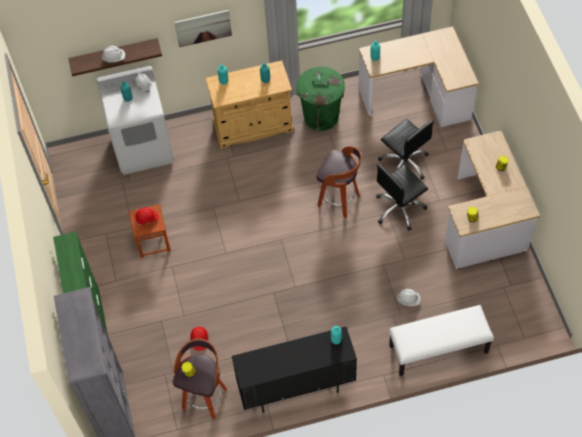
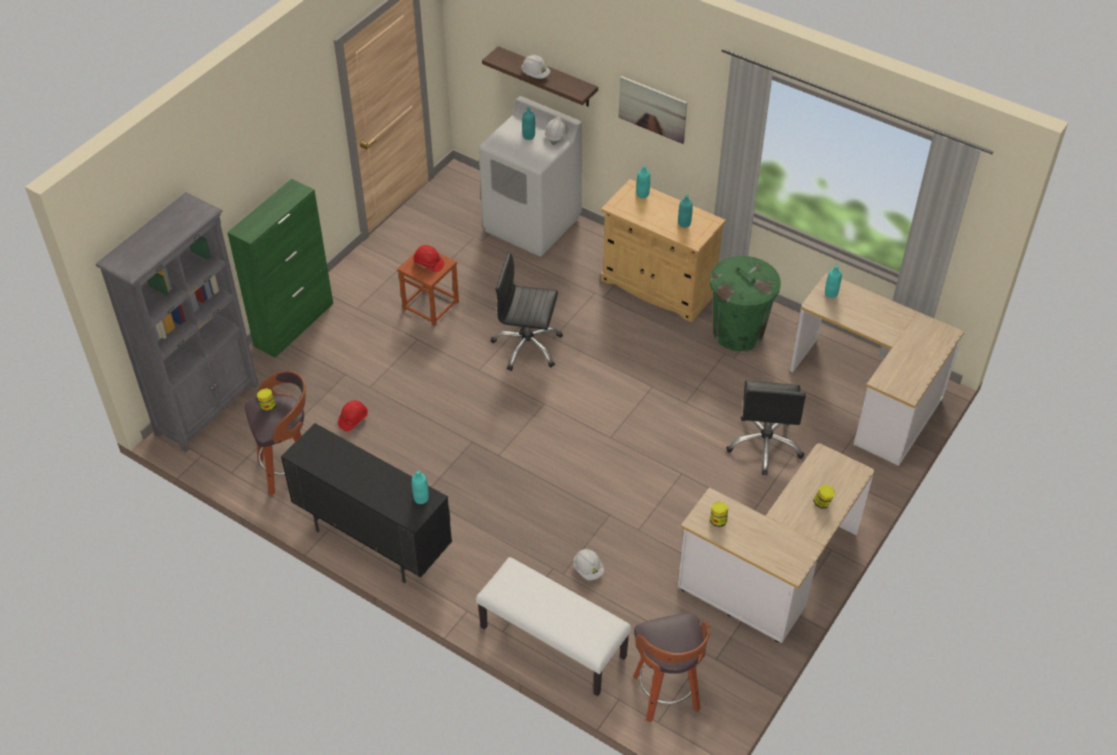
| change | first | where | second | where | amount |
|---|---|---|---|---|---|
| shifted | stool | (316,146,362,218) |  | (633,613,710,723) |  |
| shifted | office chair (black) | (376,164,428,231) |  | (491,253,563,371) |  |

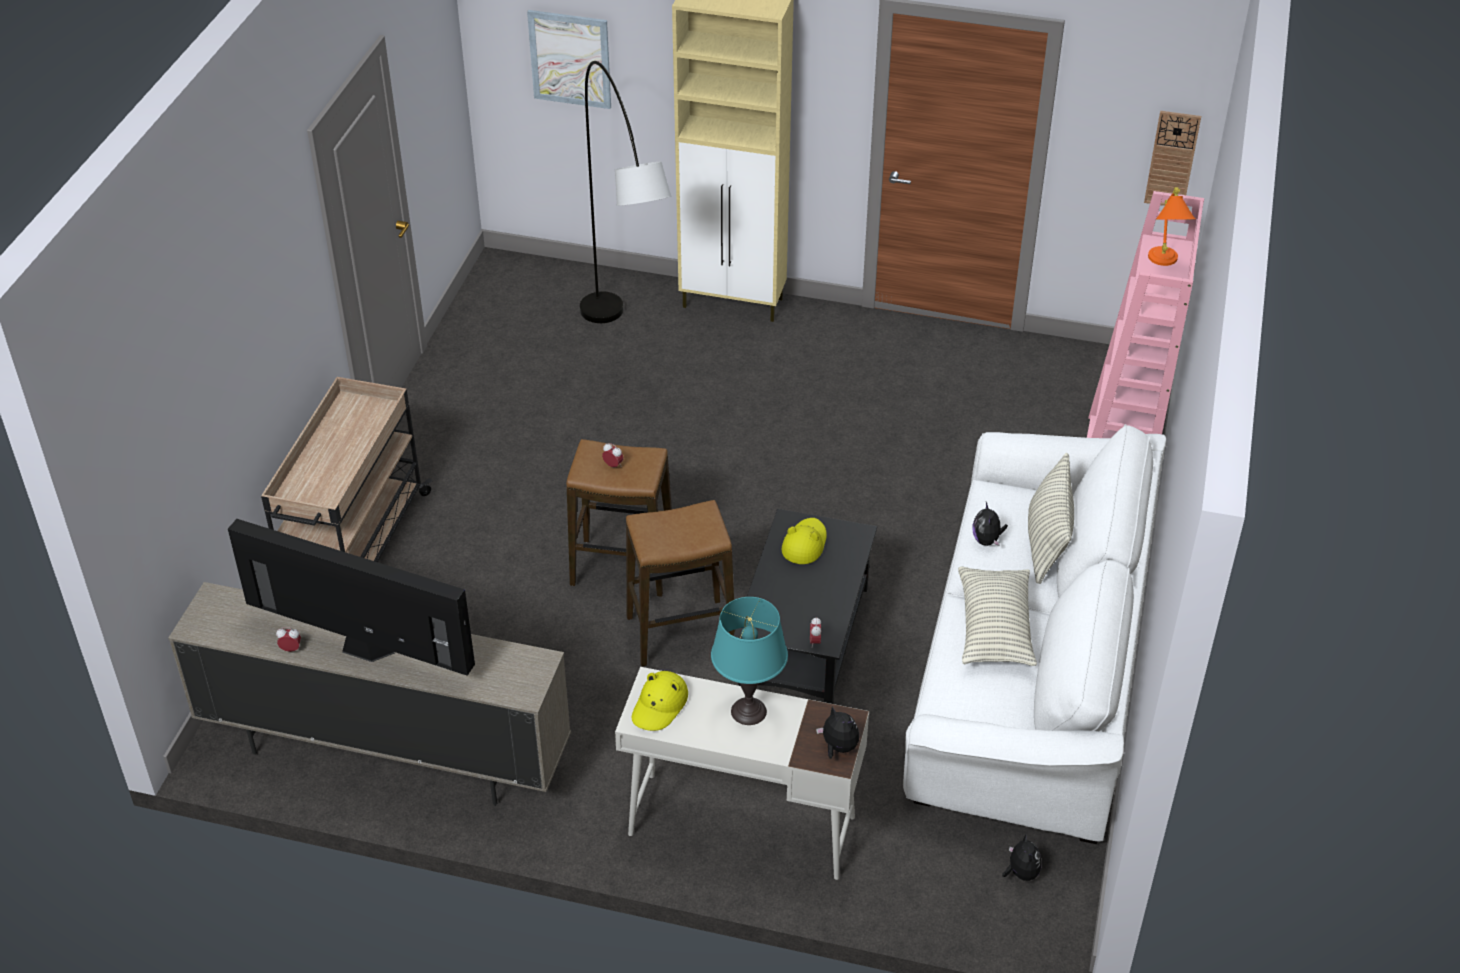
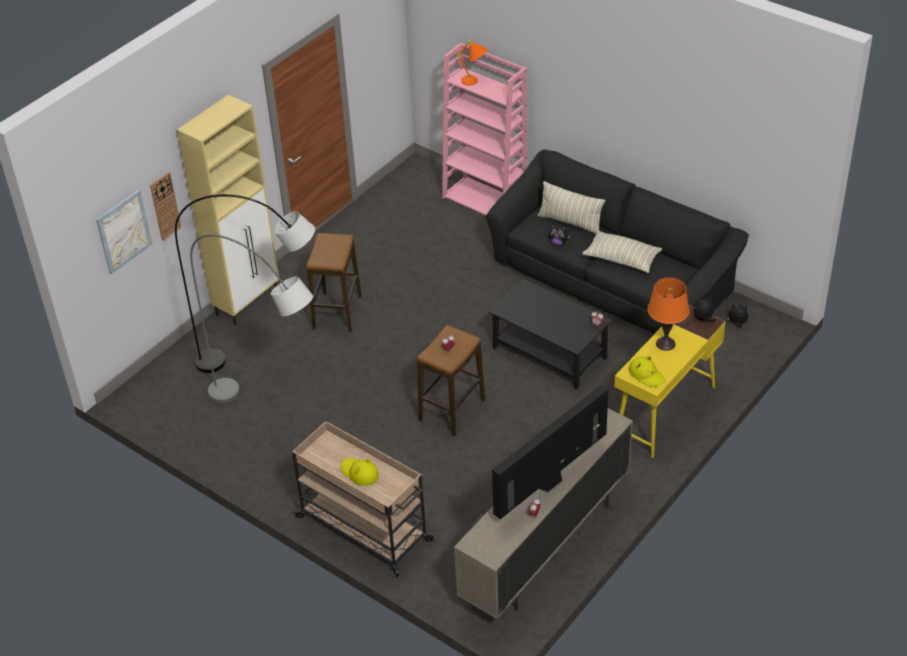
| change | first | where | second | where | amount |
|---|---|---|---|---|---|
| shifted | wall clock | (1144,111,1201,206) |  | (150,172,182,241) |  |
| repainted | sofa (white) | (903,424,1166,844) | sofa (black) | (486,149,749,334) |  |
| shifted | stool | (626,500,735,666) |  | (306,233,362,332) |  |
| shifted | hat (yellow) | (782,518,827,564) |  | (341,458,379,486) |  |
| repainted | table lamp (turquoise) | (711,597,788,725) | table lamp (orange) | (647,278,689,351) |  |
| repainted | desk (white) | (615,667,869,880) | desk (yellow) | (614,305,726,458) |  |
| new |  |  | floor lamp (grey) | (190,234,313,403) |  |

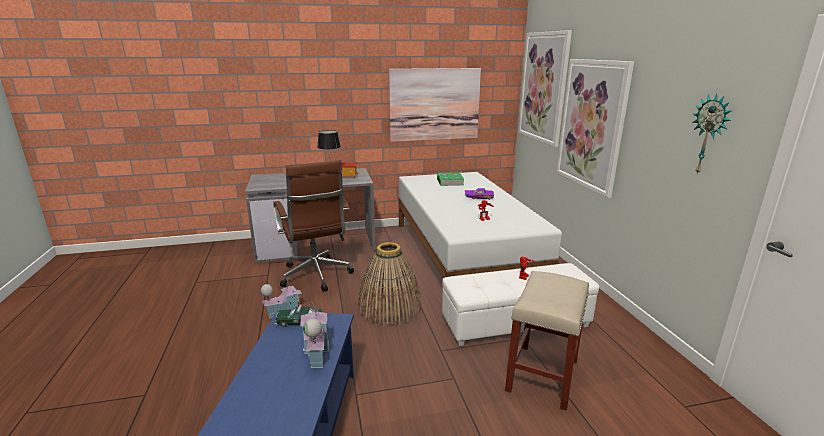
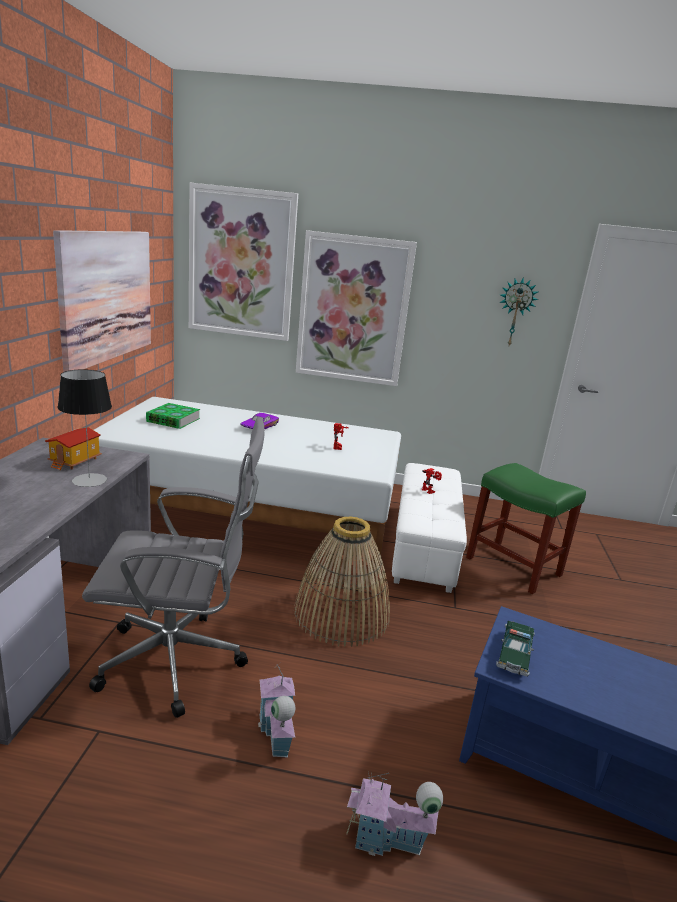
| change | first | where | second | where | amount |
|---|---|---|---|---|---|
| repainted | office chair (brown) | (273,160,354,292) | office chair (grey) | (82,417,264,718) |  |
| repainted | stool (beige) | (505,271,589,410) | stool (green) | (466,463,586,594) |  |
| shifted | toy house | (300,299,329,368) |  | (346,772,443,856) |  |

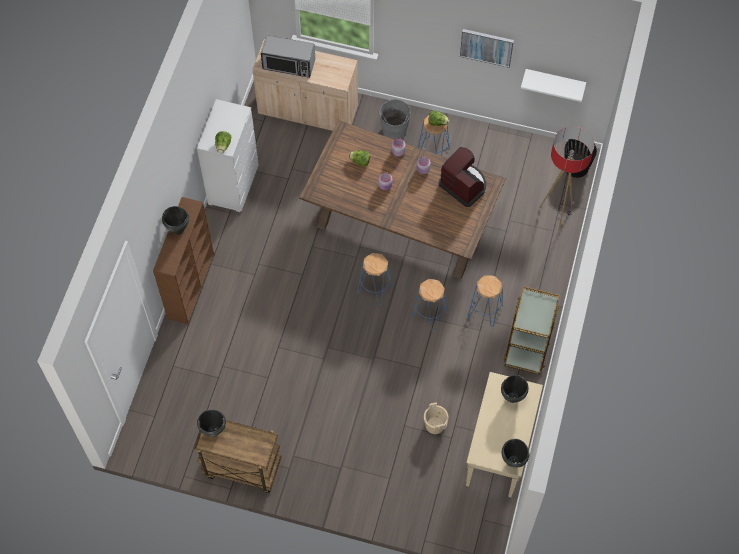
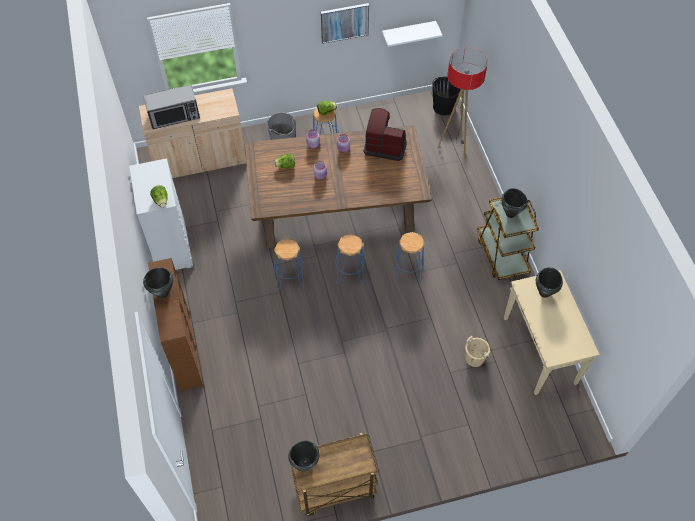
| change | first | where | second | where | amount |
|---|---|---|---|---|---|
| shifted | stool (blue) | (468,275,503,327) |  | (274,239,304,290) |  |
| shifted | cooking pot (black) | (502,439,529,468) |  | (501,188,528,218) |  |

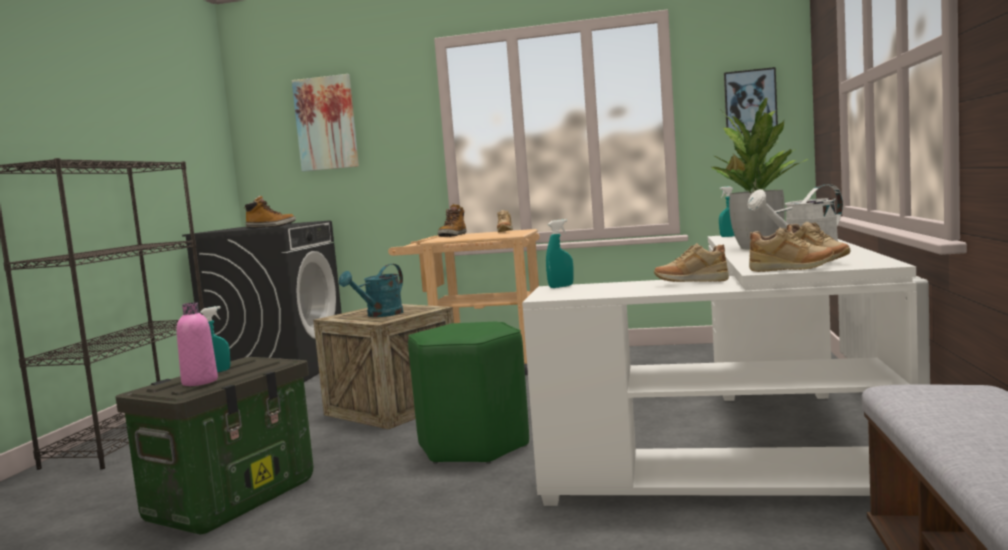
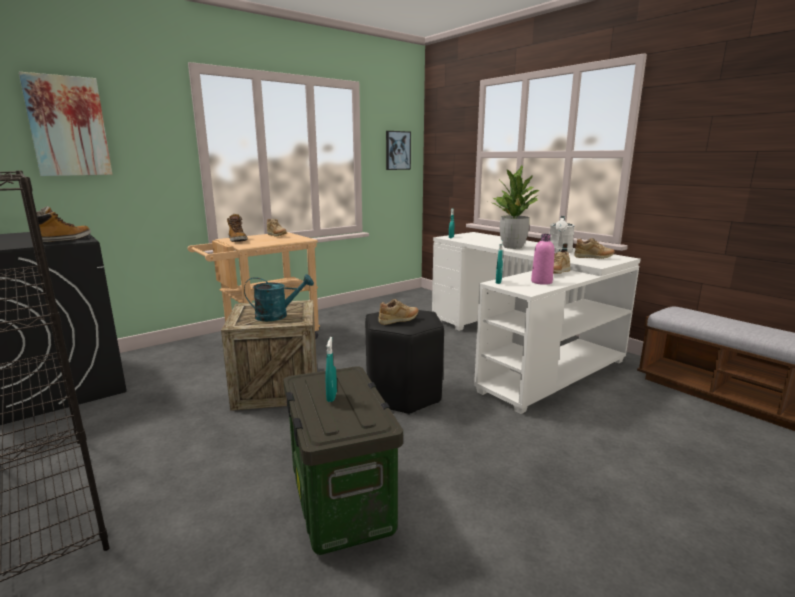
| change | first | where | second | where | amount |
|---|---|---|---|---|---|
| shifted | shoe (beige) | (749,228,834,272) |  | (378,299,418,325) |  |
| rotated | watering can (turquoise) | (339,264,403,317) |  | (244,274,314,321) | 90 degrees counterclockwise |
| shifted | bottle (pink) | (176,302,218,386) |  | (531,234,555,285) |  |
| repainted | stool (green) | (408,322,529,464) | stool (black) | (365,310,444,415) |  |

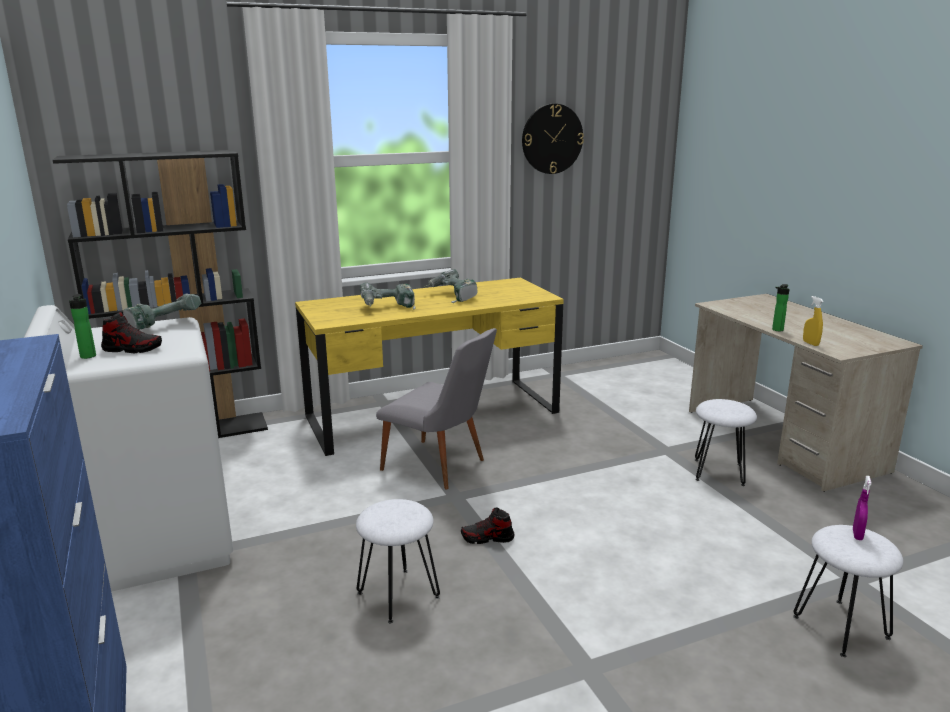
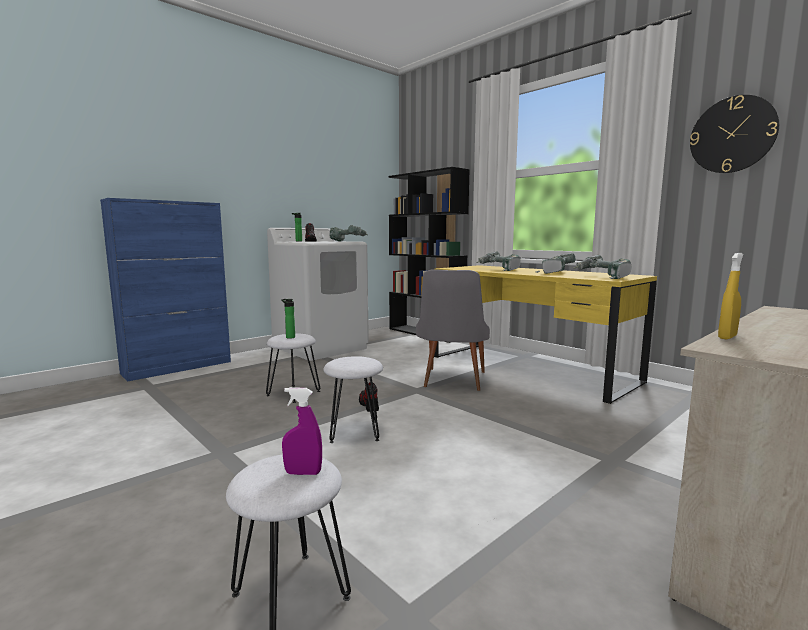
| change | first | where | second | where | amount |
|---|---|---|---|---|---|
| shifted | bottle | (772,284,789,331) |  | (281,299,295,339) |  |
| shifted | stool (white) | (695,399,757,486) |  | (323,356,383,443) |  |
| new |  |  | power drill | (574,255,631,279) |  |

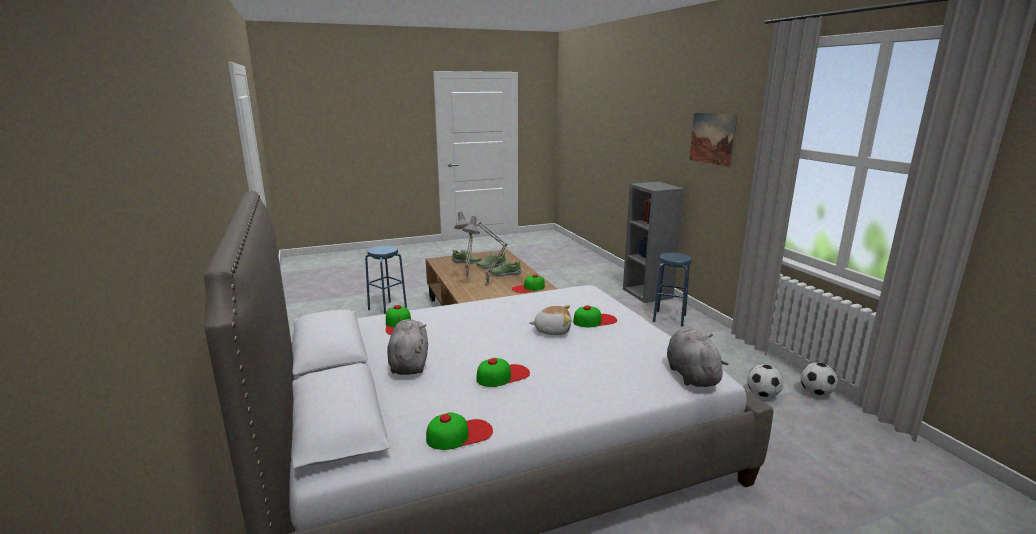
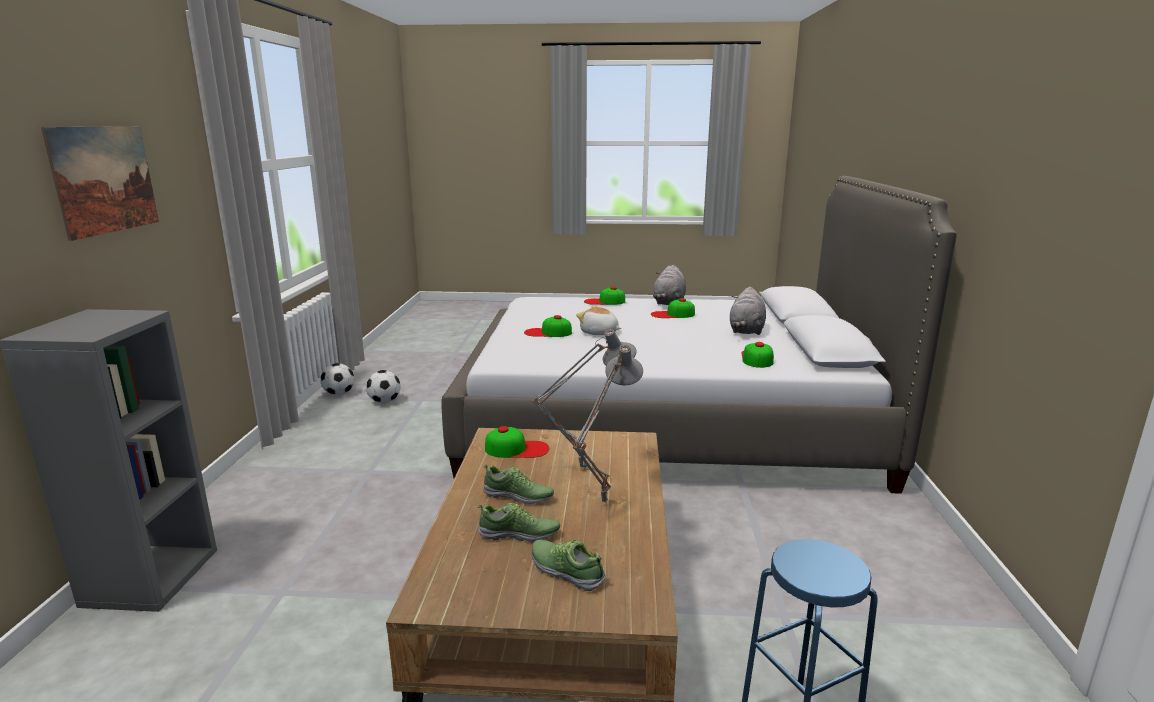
| change | first | where | second | where | amount |
|---|---|---|---|---|---|
| gone | stool (blue) | (653,253,692,327) |  |  |  |
| shifted | plush toy (grey) | (667,328,728,387) |  | (653,265,686,305) |  |
| shifted | cap | (426,412,493,450) |  | (584,286,625,305) |  |

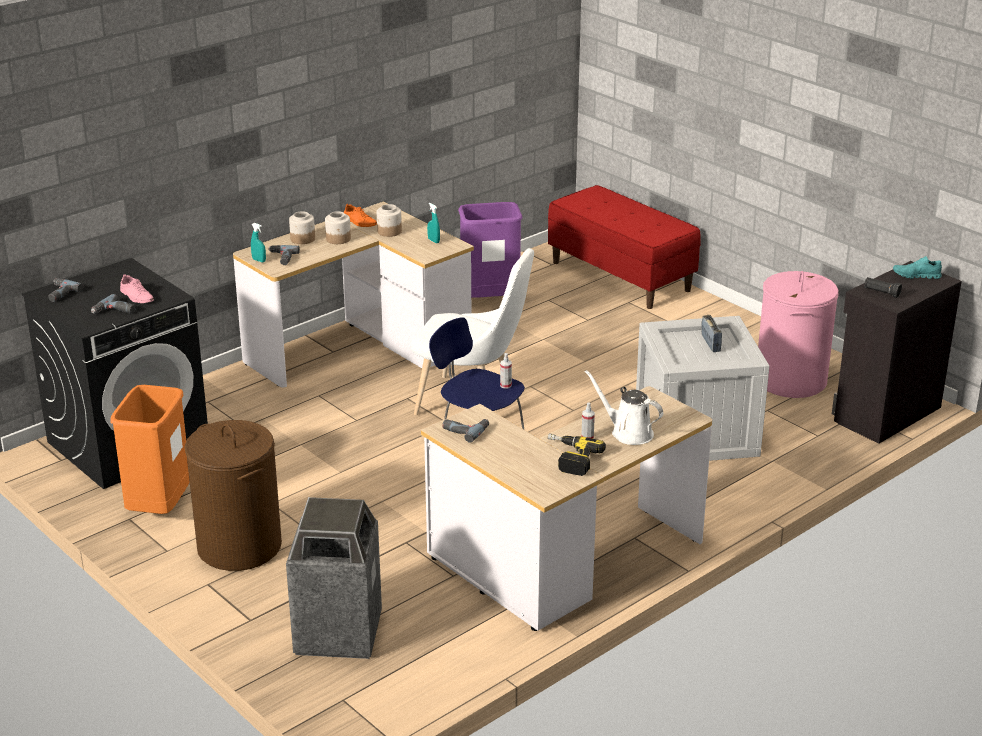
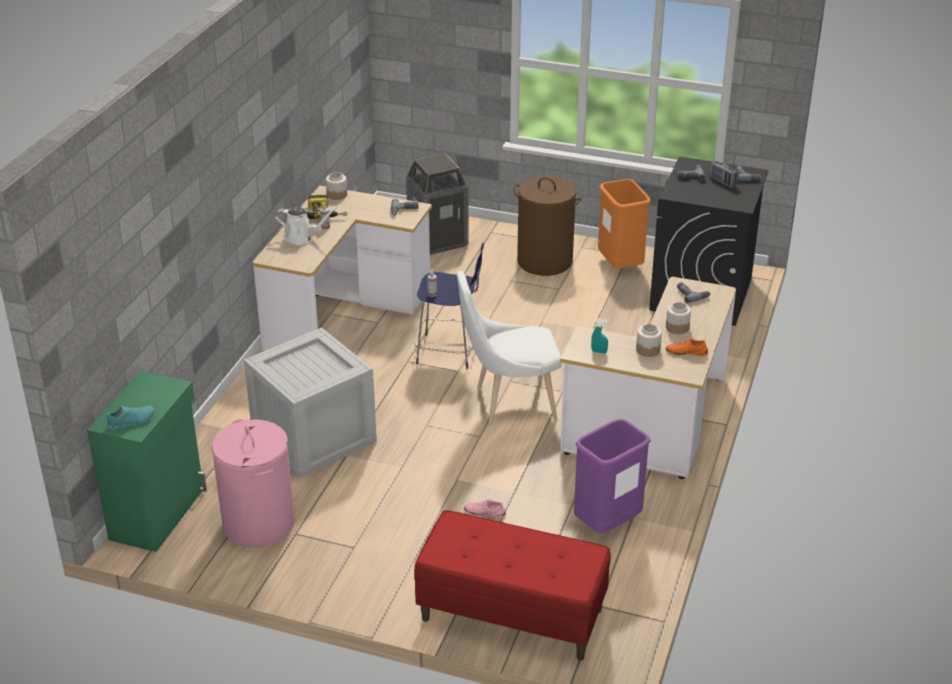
| change | first | where | second | where | amount |
|---|---|---|---|---|---|
| shifted | jar | (289,211,315,244) |  | (326,172,347,200) |  |
| gone | spray bottle (turquoise) | (251,223,266,262) |  |  |  |
| repainted | cabinet (black) | (832,261,962,444) | cabinet (green) | (87,371,207,552) |  |
| shifted | shoe (pink) | (120,274,154,303) |  | (464,499,506,518) |  |
| gone | flashlight (black) | (864,277,902,298) |  |  |  |
| shifted | radio | (701,315,722,352) |  | (710,160,738,188) |  |

